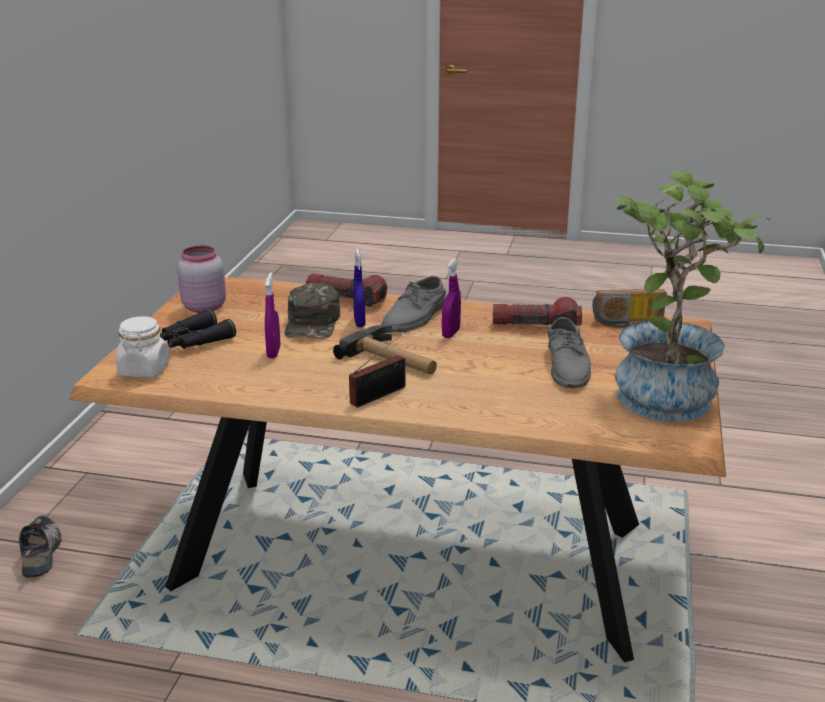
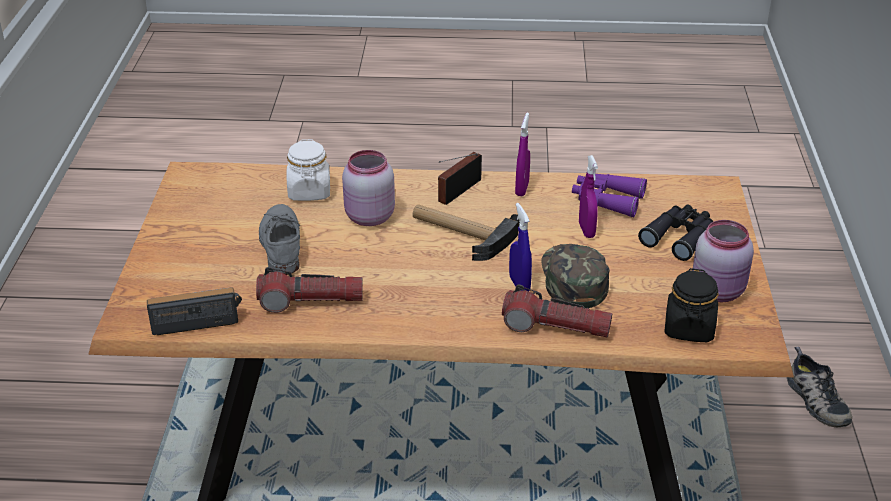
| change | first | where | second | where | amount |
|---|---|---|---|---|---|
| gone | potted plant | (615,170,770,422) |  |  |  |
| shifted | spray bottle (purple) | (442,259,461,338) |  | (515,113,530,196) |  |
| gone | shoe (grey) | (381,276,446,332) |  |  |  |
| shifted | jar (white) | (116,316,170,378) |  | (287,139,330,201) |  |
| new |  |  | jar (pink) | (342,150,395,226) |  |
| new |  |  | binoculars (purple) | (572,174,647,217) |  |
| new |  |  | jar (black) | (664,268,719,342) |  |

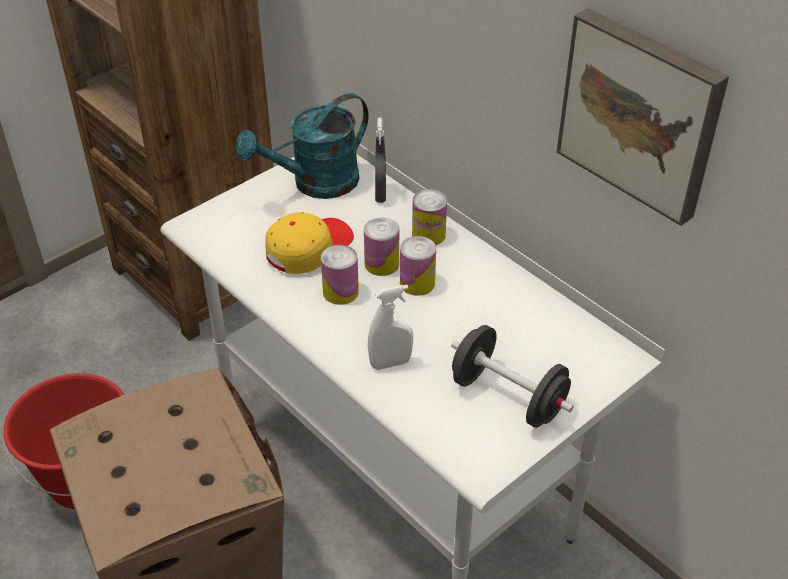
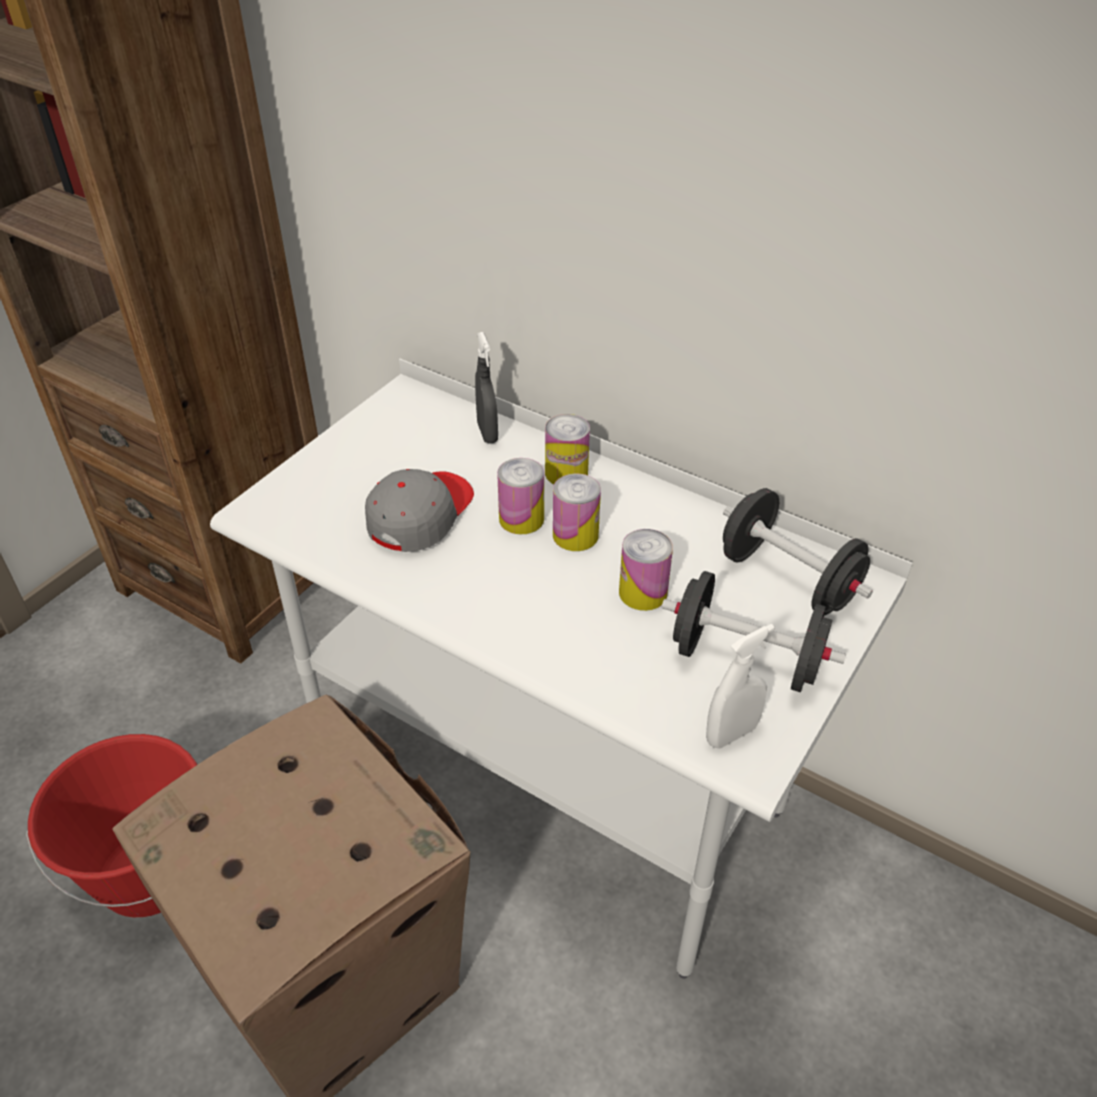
| change | first | where | second | where | amount |
|---|---|---|---|---|---|
| gone | picture | (557,8,729,226) |  |  |  |
| gone | watering can (turquoise) | (235,93,369,199) |  |  |  |
| repainted | cap (yellow) | (266,212,354,274) | cap (grey) | (365,469,474,552) |  |
| shifted | can | (321,245,359,305) |  | (619,529,673,611) |  |
| shifted | spray bottle (white) | (368,285,413,370) |  | (706,624,775,748) |  |
| new |  |  | dumbbell (black) | (723,488,873,616) |  |

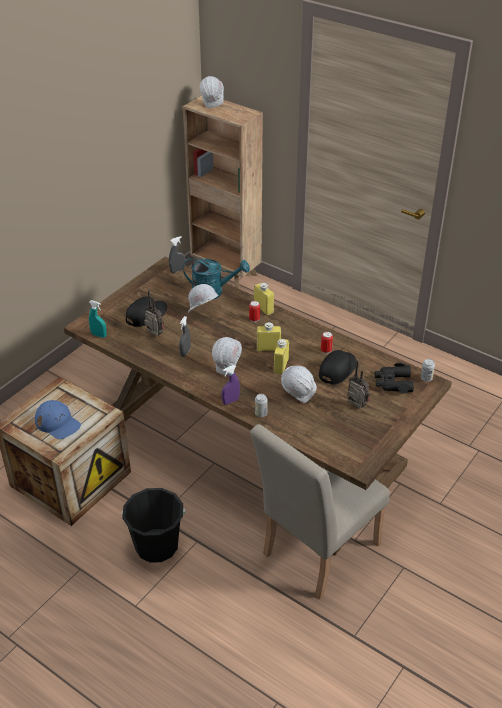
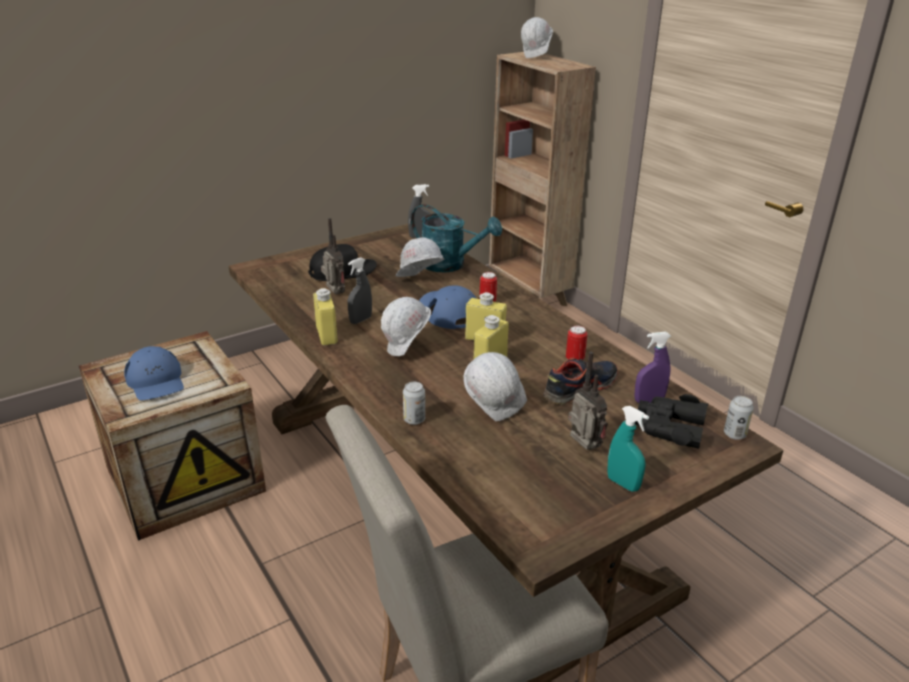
| change | first | where | second | where | amount |
|---|---|---|---|---|---|
| shifted | bottle (yellow) | (254,283,274,315) |  | (313,288,337,346) |  |
| shifted | spray bottle (turquoise) | (89,300,107,338) |  | (607,406,649,492) |  |
| swapped | cap (black) | (319,350,356,385) | shoe | (543,358,618,405) |  |
| shifted | spray bottle (purple) | (221,365,240,405) |  | (634,332,671,403) |  |
| gone | bucket (black) | (122,488,185,563) |  |  |  |
| new |  |  | cap (blue) | (419,285,477,329) |  |

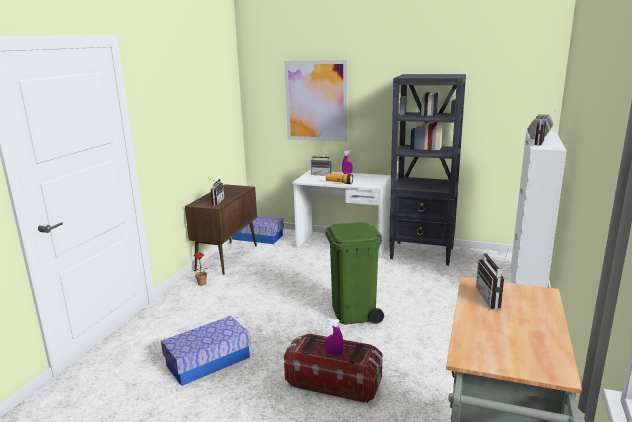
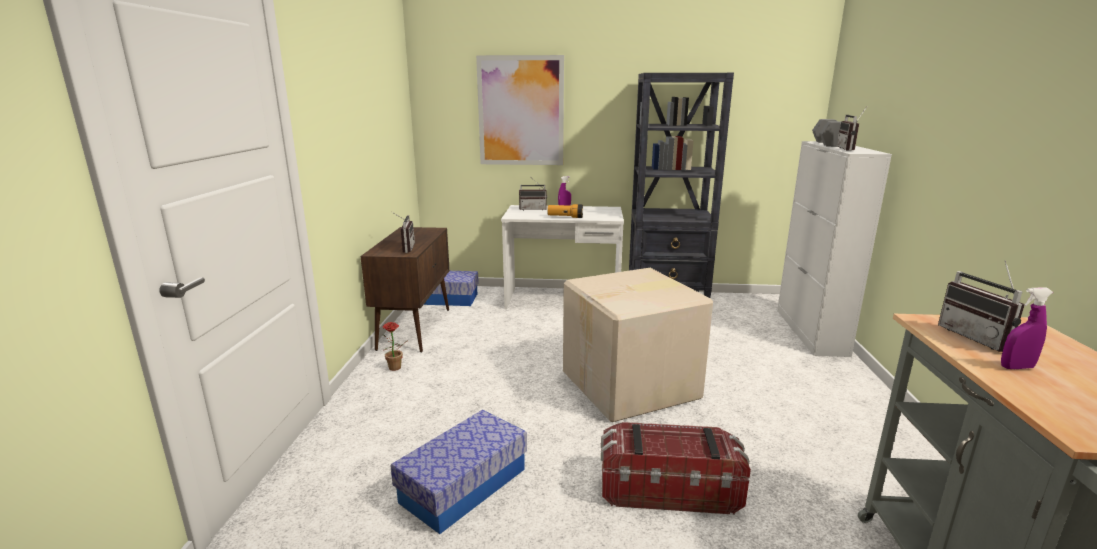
| change | first | where | second | where | amount |
|---|---|---|---|---|---|
| swapped | trash can (green) | (325,222,384,324) | cardboard box | (563,268,713,422) |  |
| shifted | spray bottle (purple) | (326,318,343,355) |  | (1001,288,1053,369) |  |

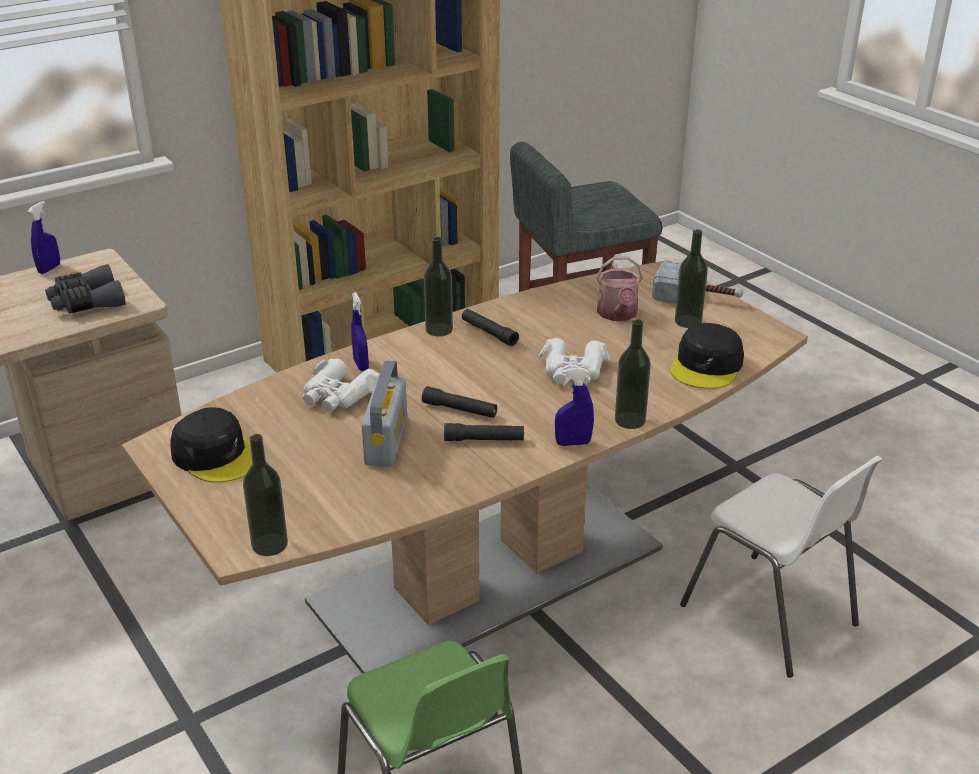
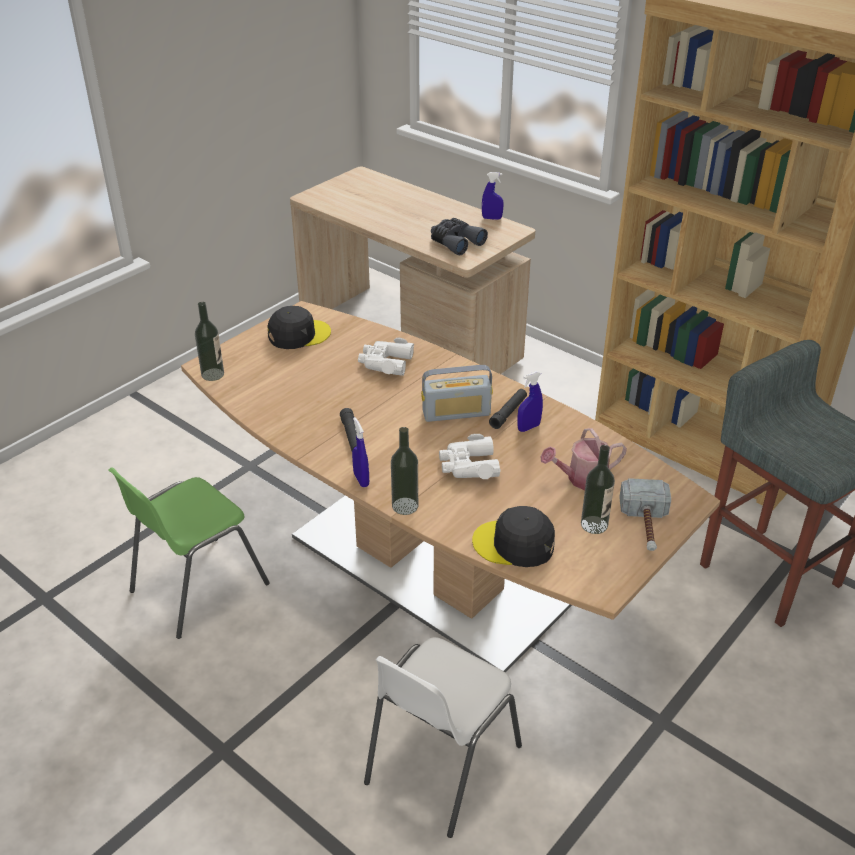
| change | first | where | second | where | amount |
|---|---|---|---|---|---|
| gone | bottle | (424,237,453,337) |  |  |  |
| shifted | spray bottle (blue) | (351,292,369,371) |  | (517,371,543,432) |  |
| shifted | radio | (362,361,407,466) |  | (421,365,493,422) |  |
| gone | flashlight (black) | (422,386,497,418) |  |  |  |
| rotated | cap (black) | (170,407,252,483) |  | (267,306,331,349) | 135 degrees counterclockwise |

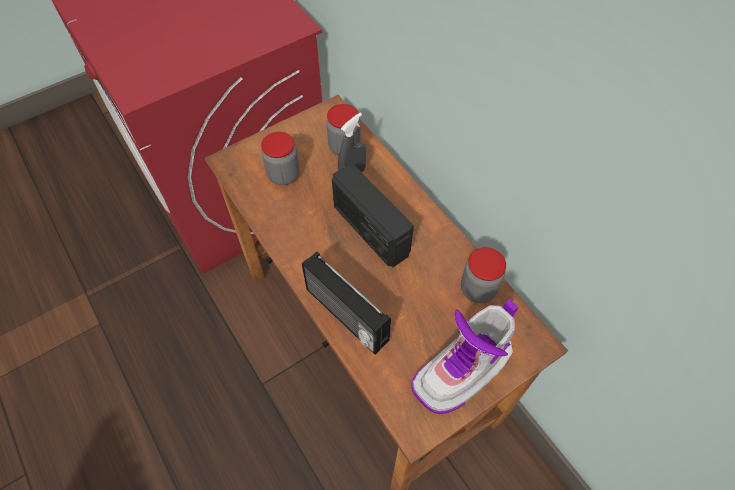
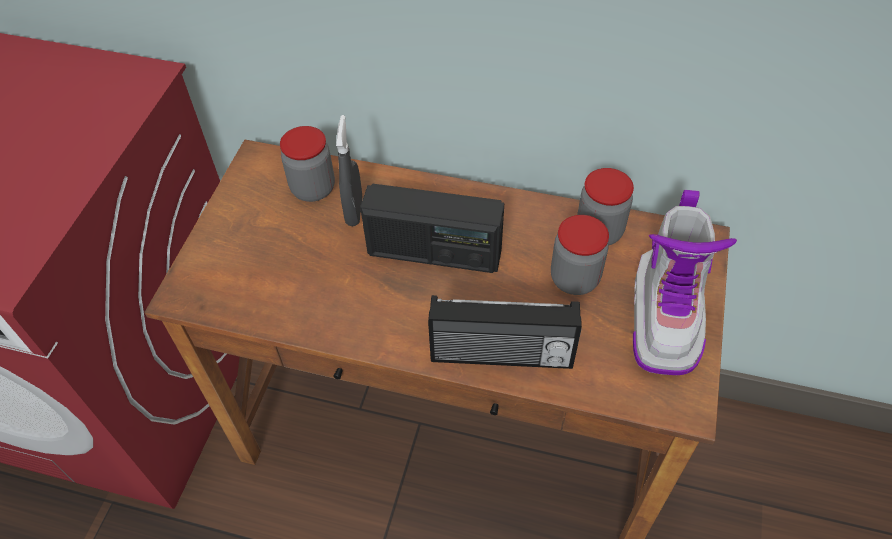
| change | first | where | second | where | amount |
|---|---|---|---|---|---|
| shifted | jar | (261,132,300,185) |  | (551,215,609,295) |  |

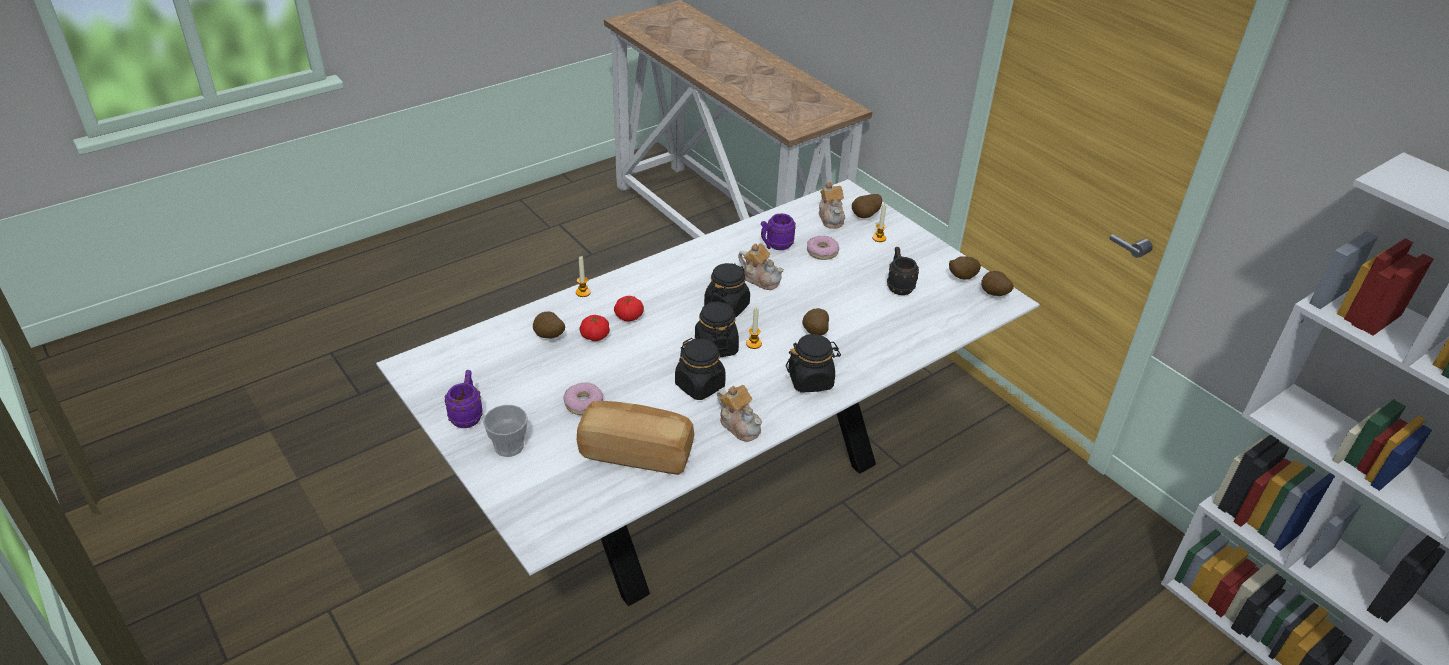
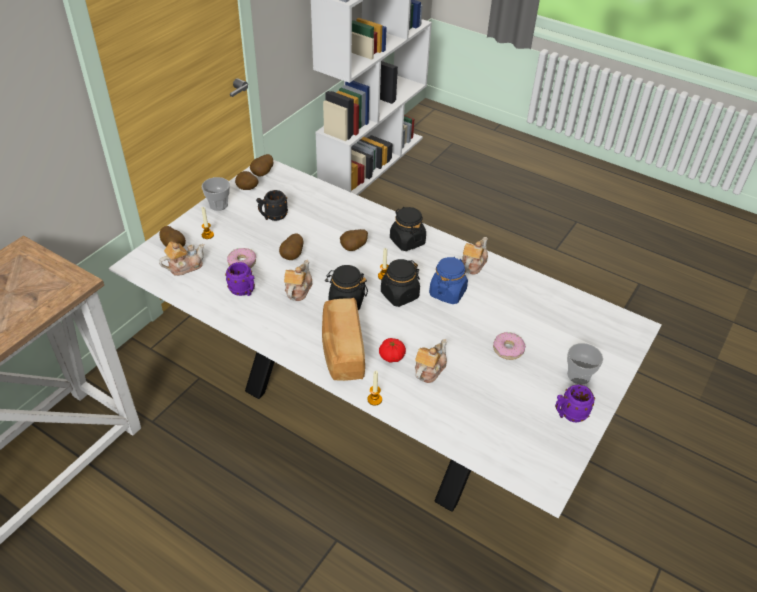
| change | first | where | second | where | amount |
|---|---|---|---|---|---|
| shifted | potato | (533,312,565,339) |  | (279,233,304,260) |  |
| swapped | tomato | (579,315,610,341) | teapot | (415,339,447,383) |  |
| repainted | jar (black) | (675,338,726,400) | jar (blue) | (429,257,468,304) |  |
| shifted | bread | (577,401,694,475) |  | (322,298,365,381) |  |
| new |  |  | cup | (202,177,230,211) |  |

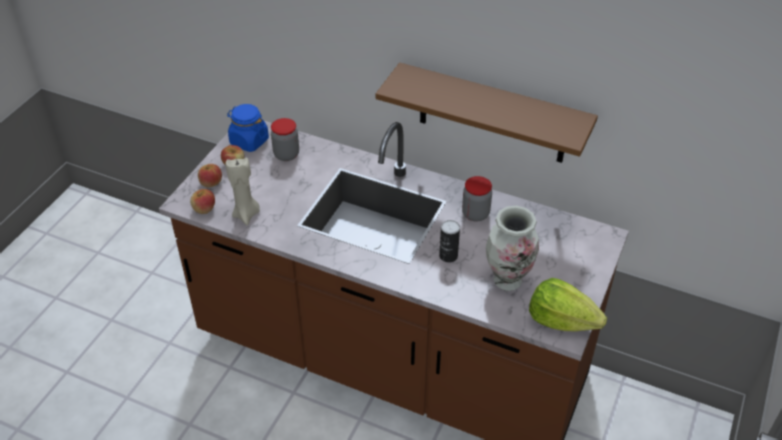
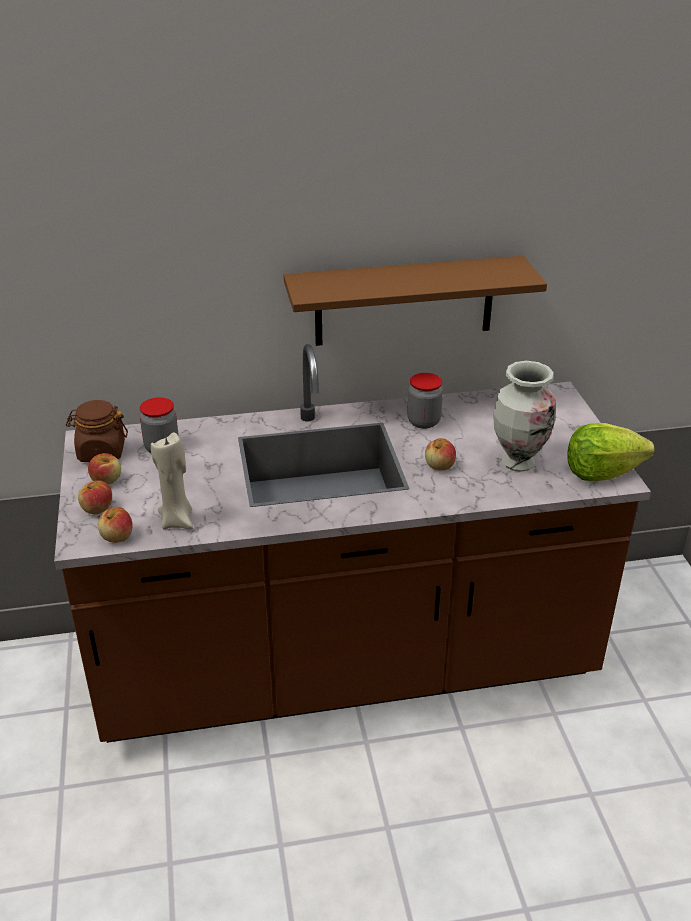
| change | first | where | second | where | amount |
|---|---|---|---|---|---|
| repainted | jar (blue) | (227,104,269,152) | jar (brown) | (66,400,128,462) |  |
| swapped | can | (439,220,460,263) | apple | (425,438,456,471) |  |

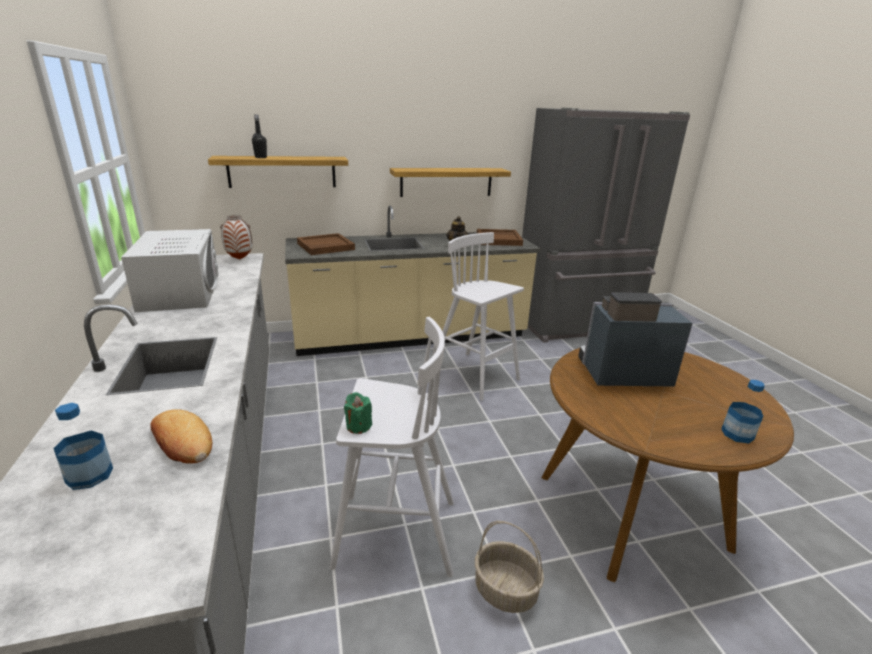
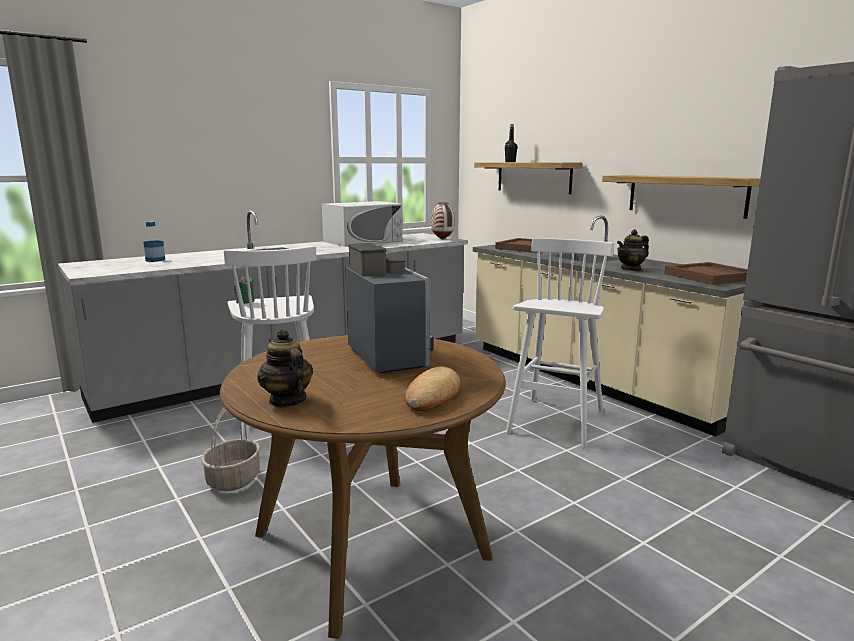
| change | first | where | second | where | amount |
|---|---|---|---|---|---|
| swapped | bottle | (721,380,765,443) | teapot | (257,329,313,407) |  |
| shifted | bread | (150,409,212,464) |  | (404,367,460,411) |  |

